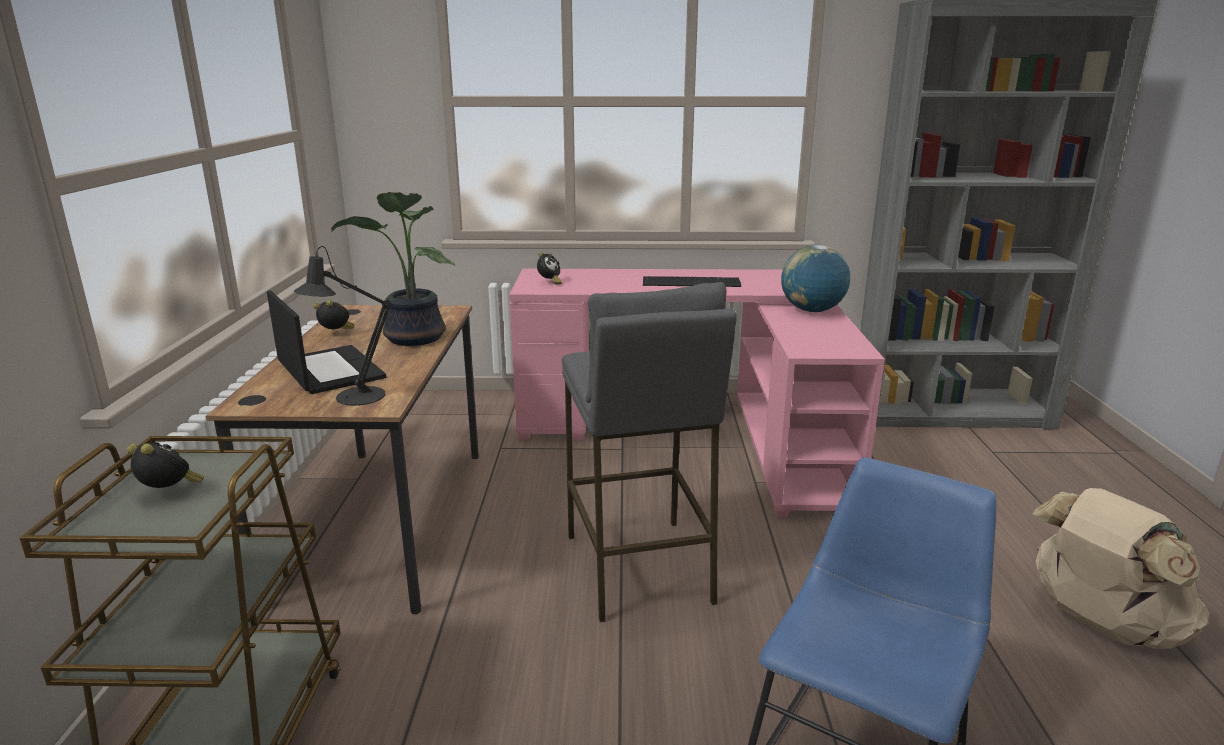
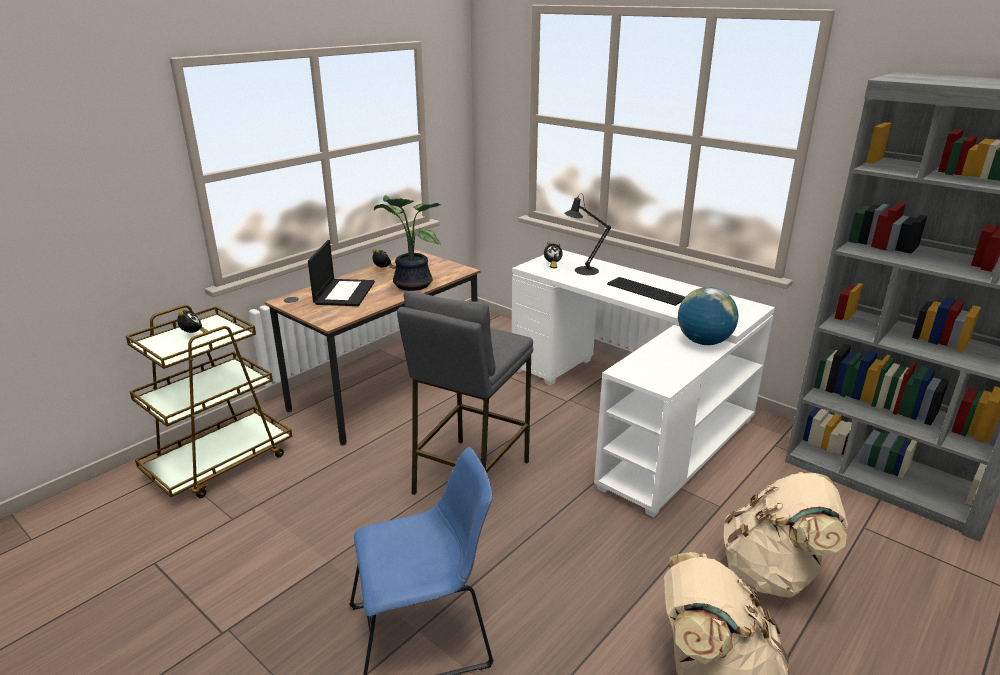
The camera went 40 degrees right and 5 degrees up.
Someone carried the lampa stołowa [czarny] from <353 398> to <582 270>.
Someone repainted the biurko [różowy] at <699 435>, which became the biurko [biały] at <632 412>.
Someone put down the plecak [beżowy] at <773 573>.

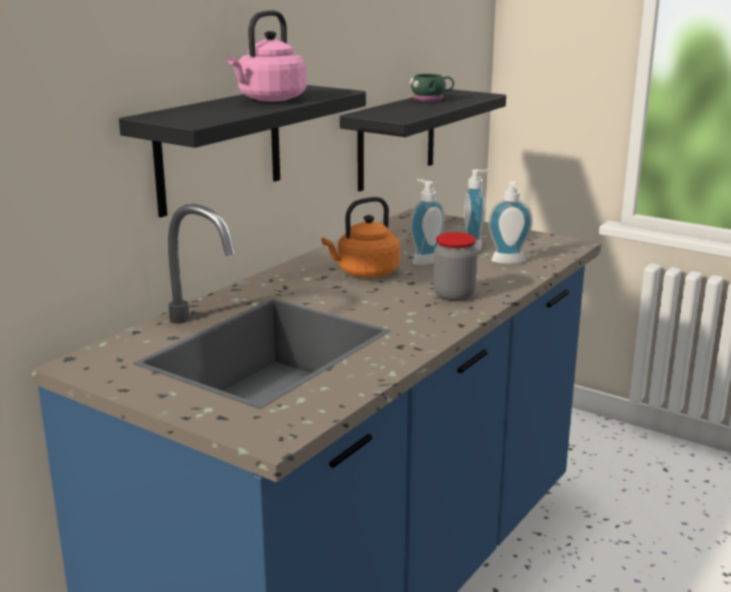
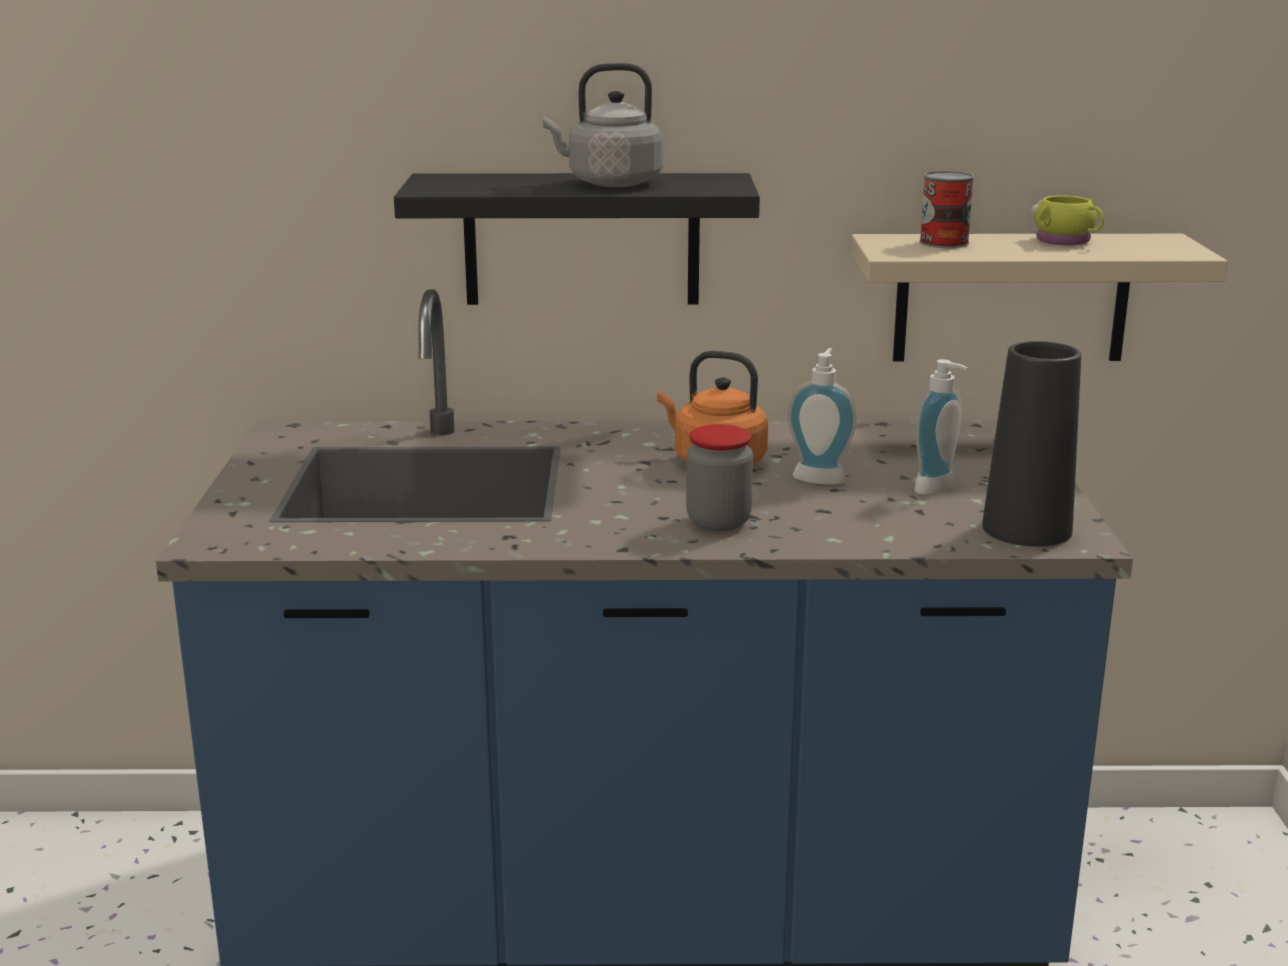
The camera went 55 degrees right and 0 degrees up.
Someone repainted the czajnik [różowy] at <269 99>, which became the czajnik [szary] at <609 183>.
Someone repainted the kubek [zielony] at <431 99>, which became the kubek [żółty] at <1067 241>.
Someone repainted the półka [czarny] at <396 139>, which became the półka [beżowy] at <1011 297>.
Someone took away the dozownik mydła at <508 262>.
Someone put down the puszka at <944 243>.
Someone put down the wazon [czarny] at <1026 529>.

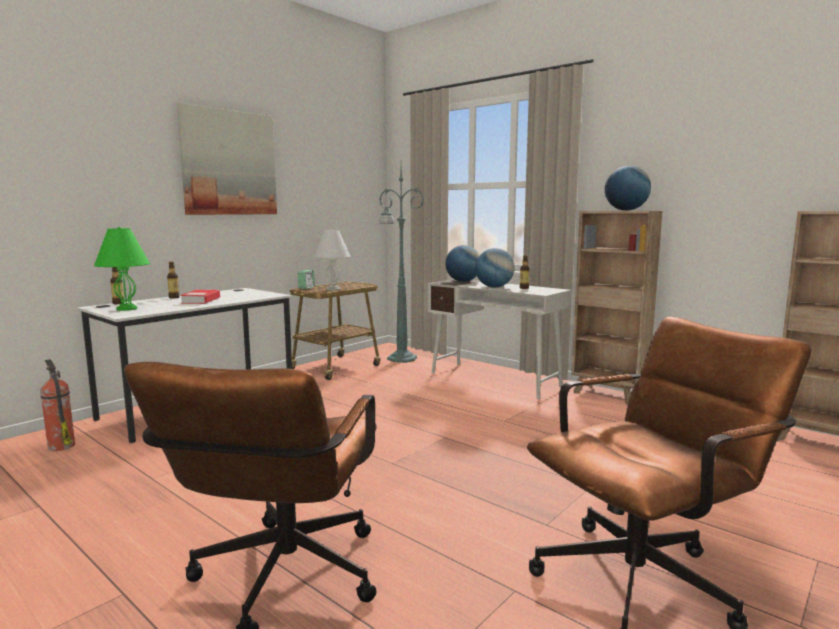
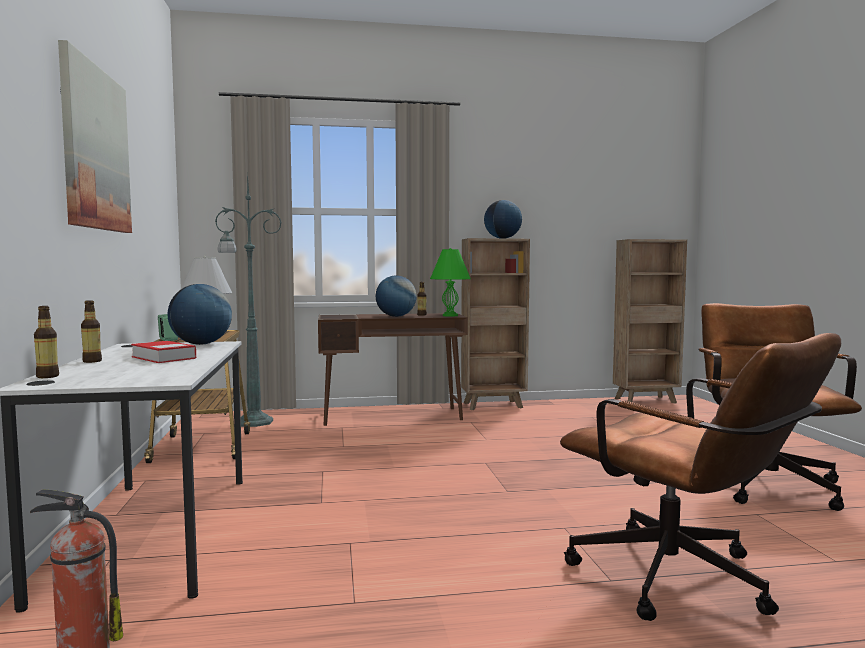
The camera went 50 degrees left and 5 degrees down.
Someone carried the lampa stołowa [zielony] from <126 309> to <450 315>.
Someone carried the globus from <463 281> to <201 344>.
Someone repainted the biurko [biały] at <495 379>, which became the biurko [brązowy] at <392 416>.

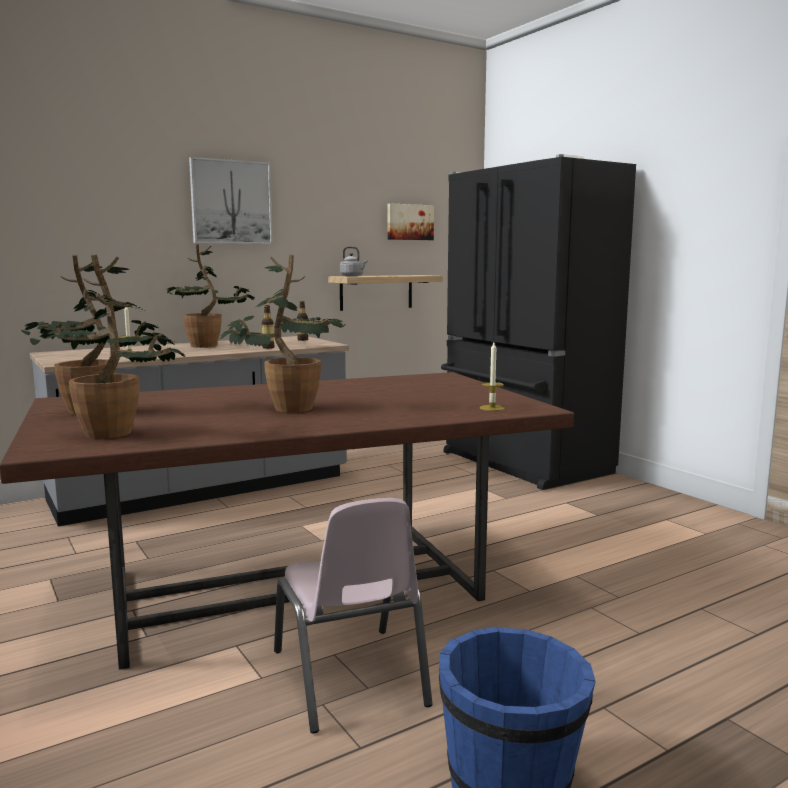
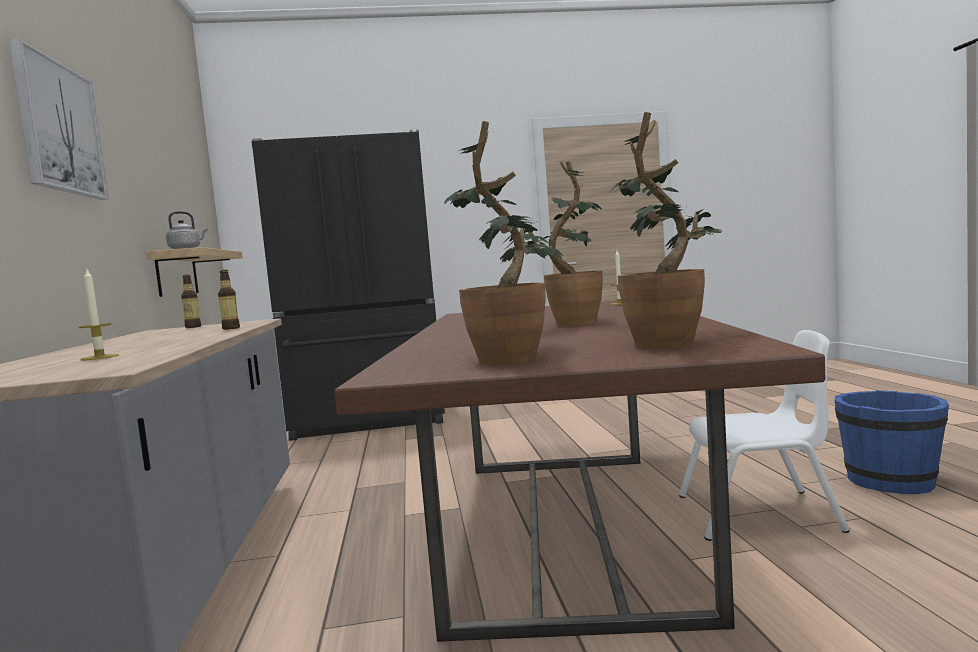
The camera went 65 degrees left and 5 degrees down.
Someone took away the obraz at <409 222>.
Someone took away the roślina doniczkowa at <210 346>.
Someone repainted the krzesło [różowy] at <349 678>, which became the krzesło [biały] at <758 514>.

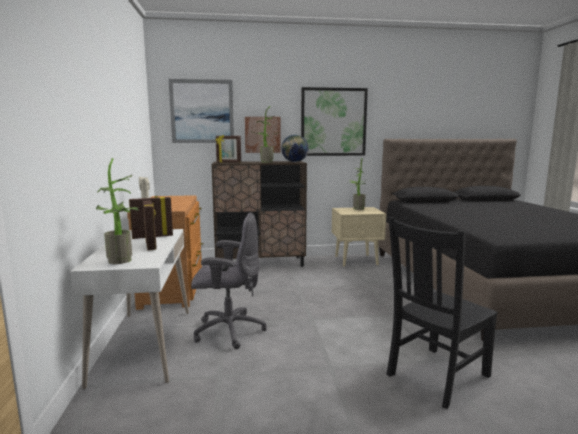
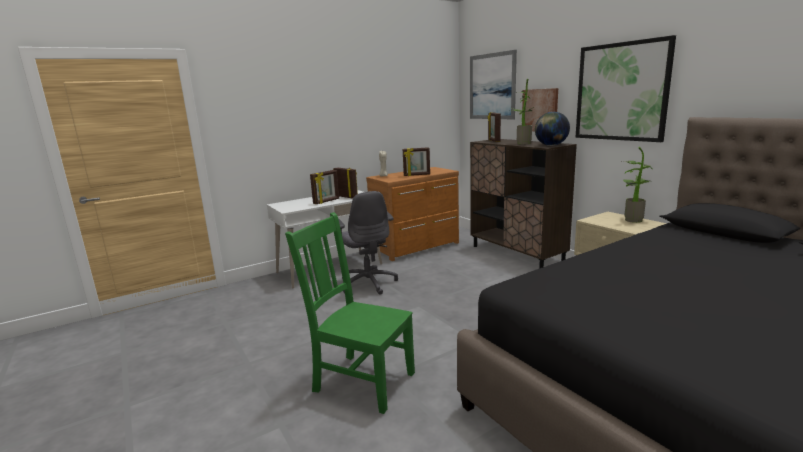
The camera went 65 degrees right and 5 degrees up.
Someone took away the roślina doniczkowa at <123 261>.
Someone repainted the krzesło [czarny] at <435 376>, which became the krzesło [zielony] at <361 380>.
Someone put down the ramka na zdjęcie at <417 175>.

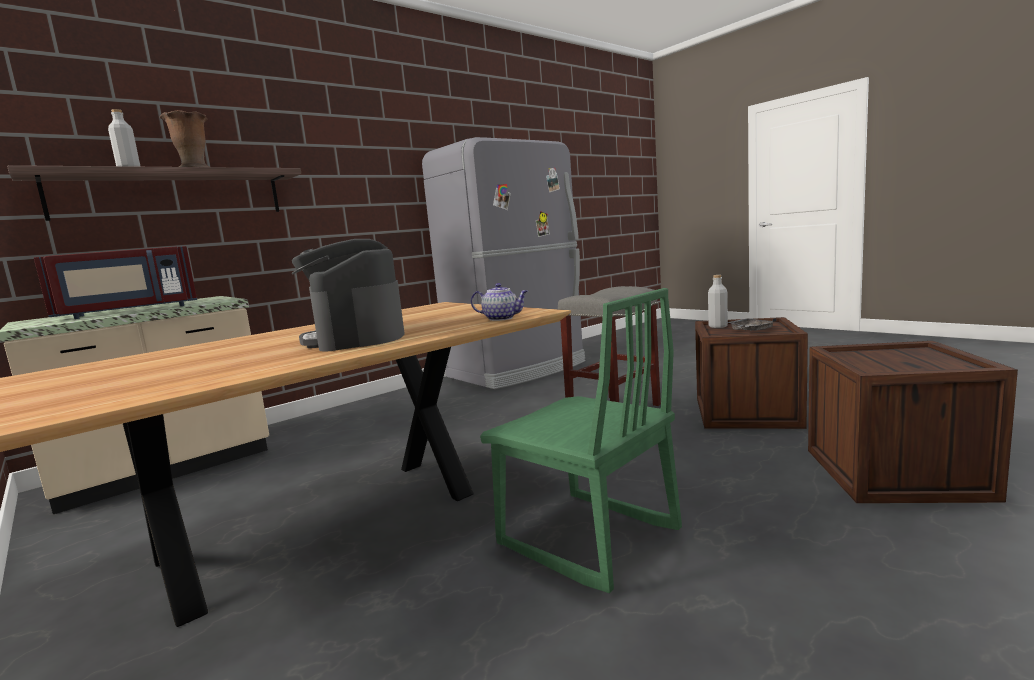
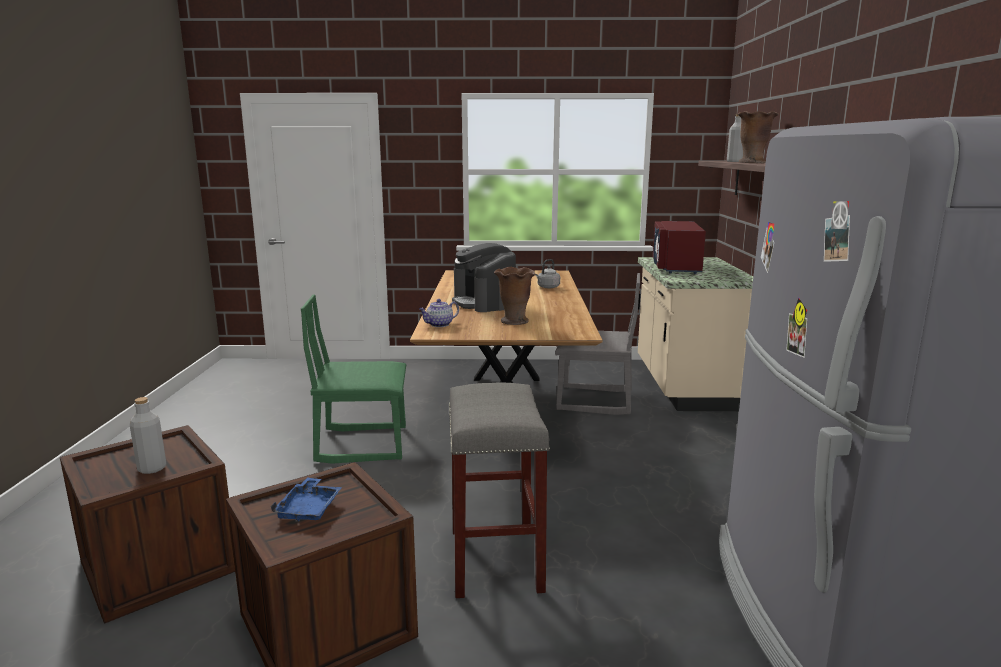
The camera went 130 degrees right and 5 degrees up.
Someone rotated the ekspres do kawy at <355 337> by 135 degrees counterclockwise.
Someone carried the butelka [szary] from <718 326> to <152 468>.
Someone repainted the taca [szary] at <750 330>, which became the taca [niebieski] at <309 509>.
Someone put down the czajnik [szary] at <547 287>.
Someone put down the wazon [brązowy] at <515 321>.
Someone put down the krzesło [szary] at <595 401>.

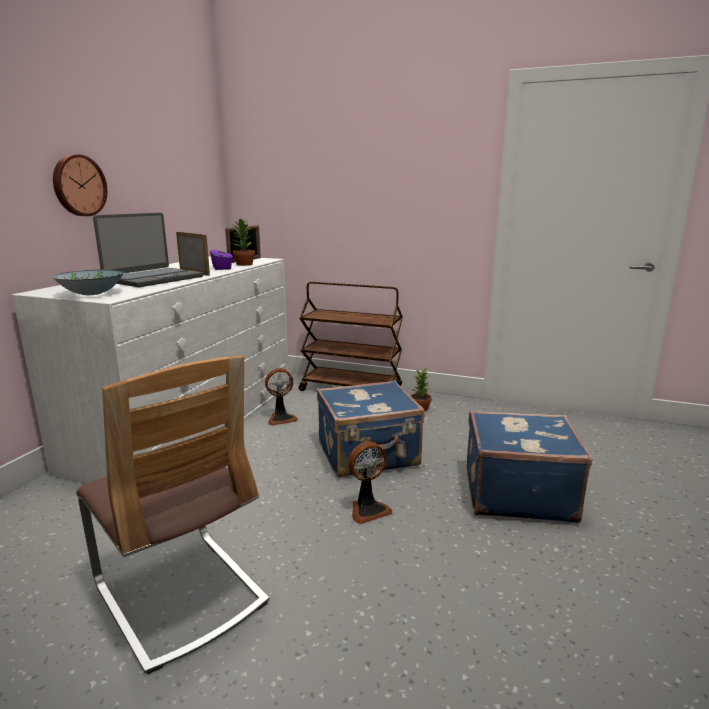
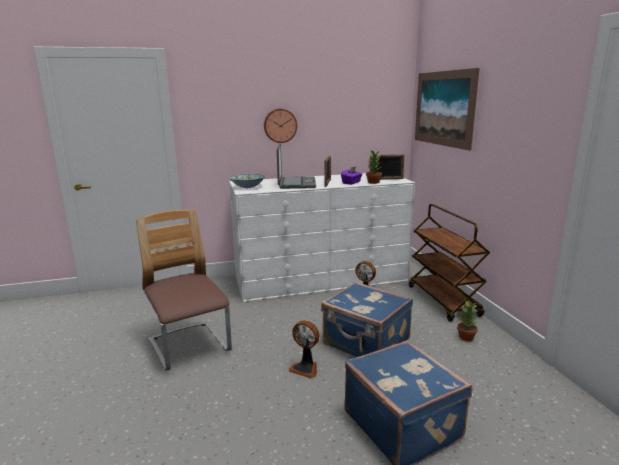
The camera went 55 degrees right and 0 degrees up.
Someone rotated the laptop at <153 279> by 90 degrees counterclockwise.
Someone rotated the krzesło at <180 594> by 135 degrees clockwise.
Someone put up the obraz at <443 108>.

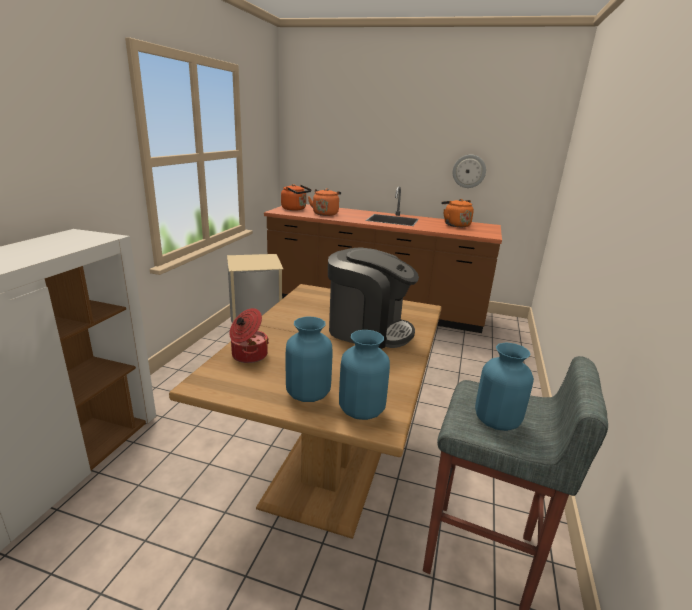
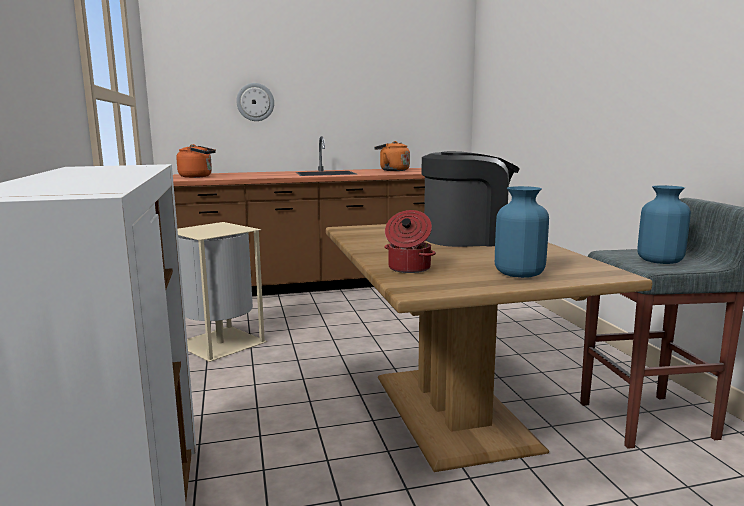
The camera went 30 degrees left and 10 degrees down.
Someone carried the zegar ścienny from <469 171> to <255 102>.
Someone took away the czajnik [pomarańczowy] at <325 214>.
Someone took away the wazon [niebieski] at <361 409>.

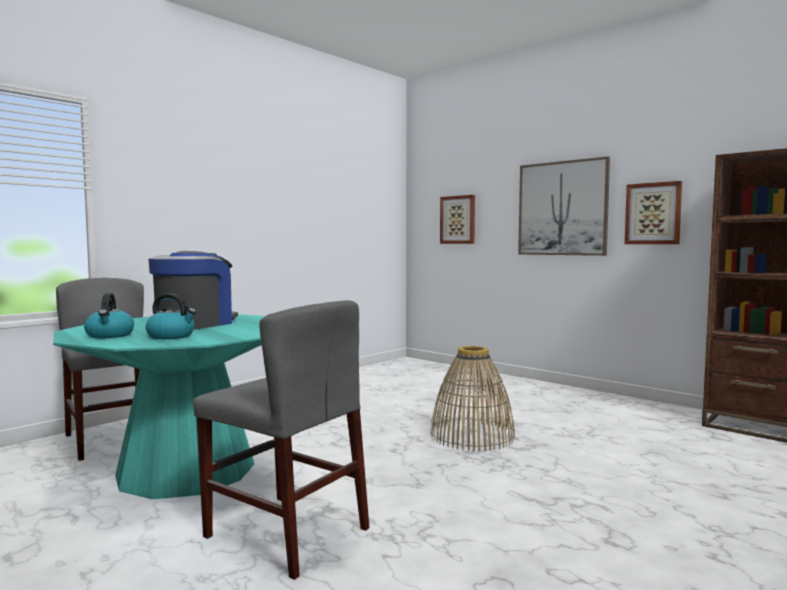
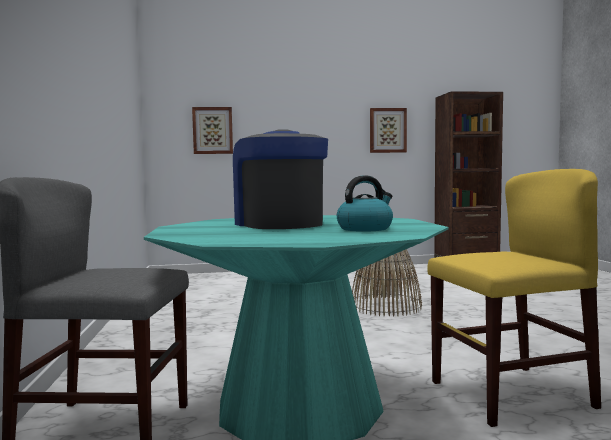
The camera went 50 degrees left and 0 degrees up.
Someone took away the obraz at <562 208>.
Someone took away the czajnik at <110 335>.
Someone repainted the krzesło [szary] at <286 532>, which became the krzesło [żółty] at <510 394>.

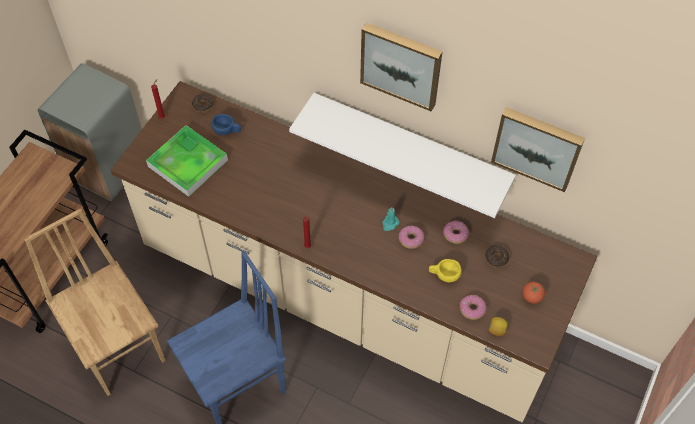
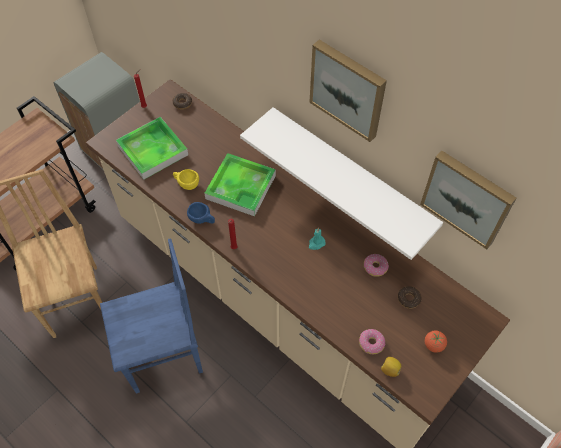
The camera went 15 degrees right and 0 degrees up.
Someone carried the filiżanka [niebieski] from <227 131> to <202 219>.
Someone took away the donut at <411 239>.
Someone carried the filiżanka [żółty] from <444 275> to <186 184>.
Someone put down the taca at <241 187>.

